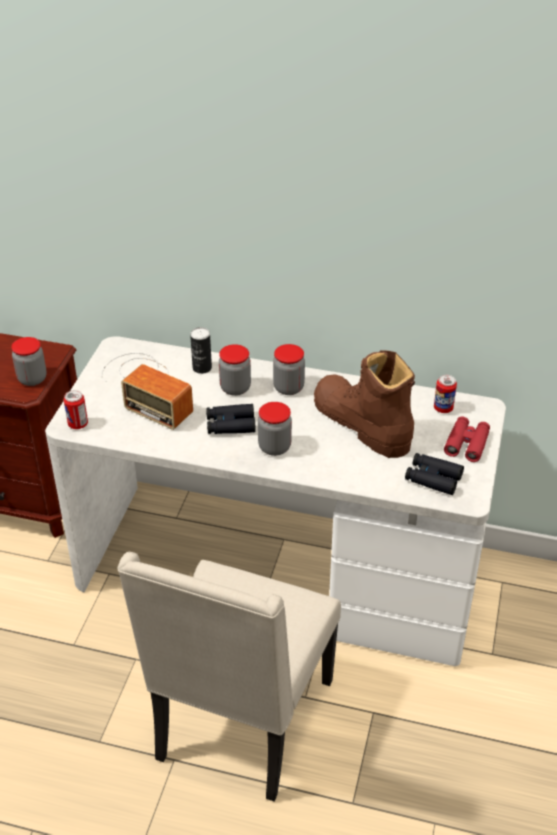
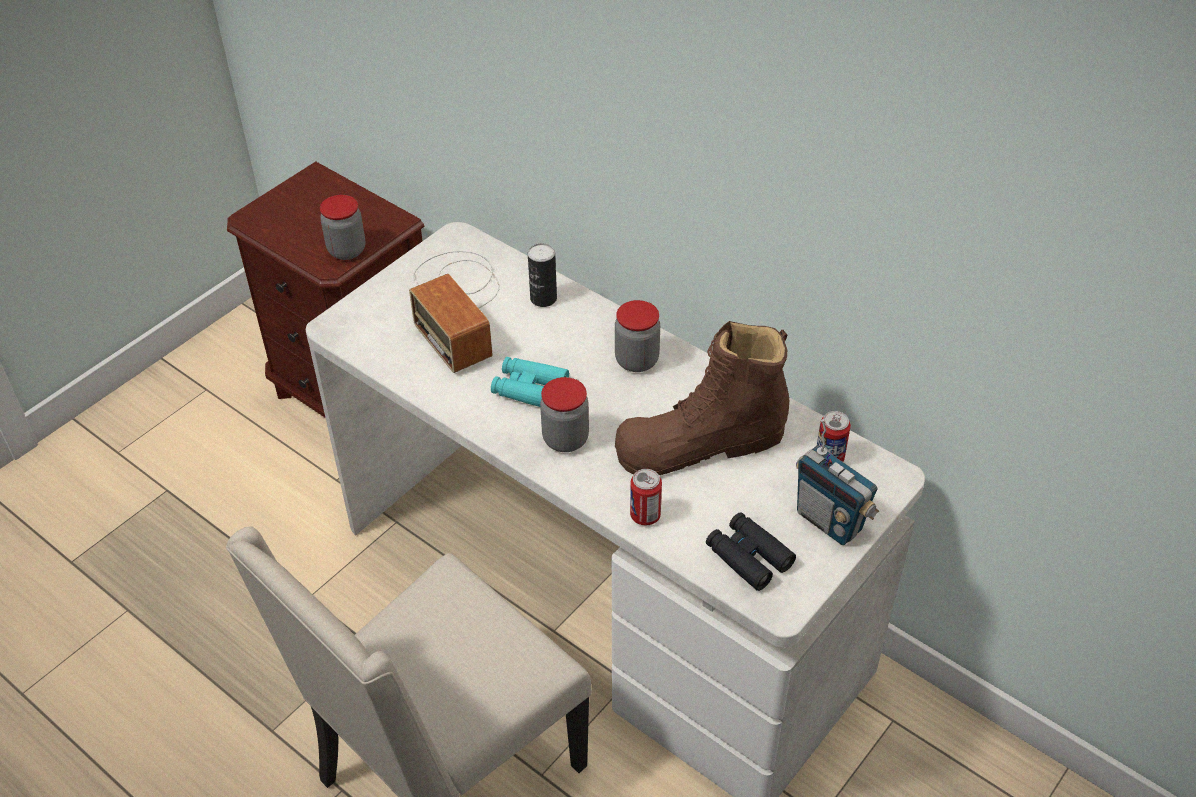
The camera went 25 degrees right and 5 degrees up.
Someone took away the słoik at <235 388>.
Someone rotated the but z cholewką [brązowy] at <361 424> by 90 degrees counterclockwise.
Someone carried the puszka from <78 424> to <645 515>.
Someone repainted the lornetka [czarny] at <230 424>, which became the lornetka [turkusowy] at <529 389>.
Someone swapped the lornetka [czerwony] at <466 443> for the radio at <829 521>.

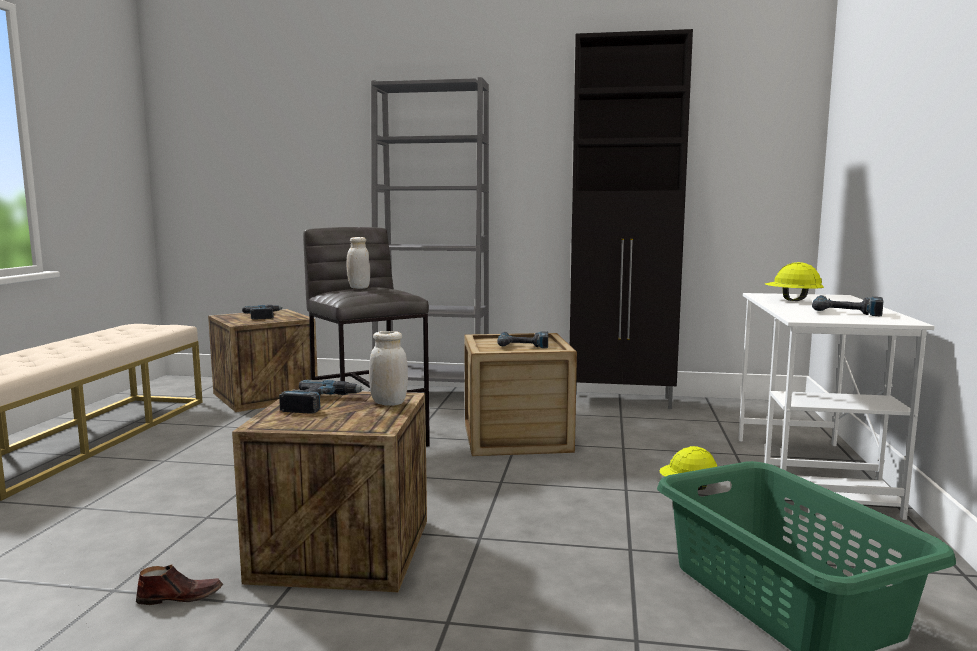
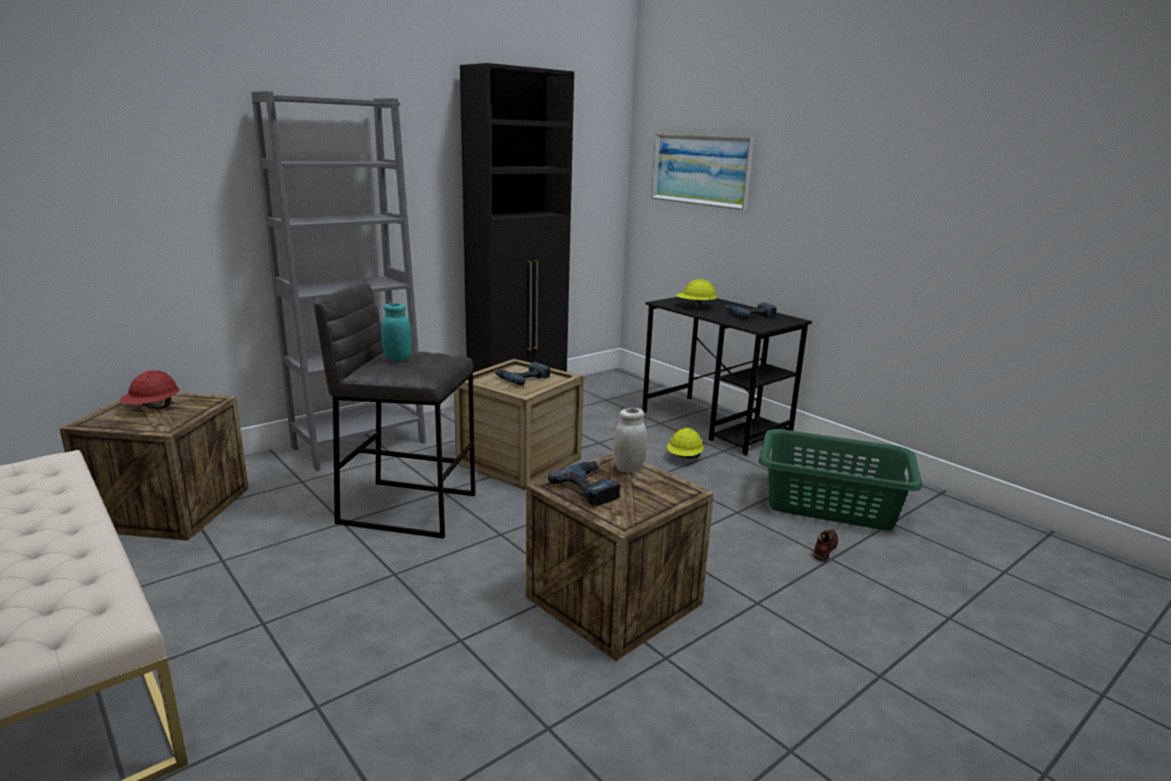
The camera went 50 degrees left and 10 degrees up.
Someone repainted the słoik [biały] at <359 288>, which became the słoik [turkusowy] at <397 358>.
Someone repainted the biurko [biały] at <811 474>, which became the biurko [czarny] at <715 424>.
Someone swapped the wiertarka at <264 316> for the kask [czerwony] at <153 408>.
Someone carried the but [brązowy] from <180 597> to <824 549>.
Someone put up the obraz at <700 170>.

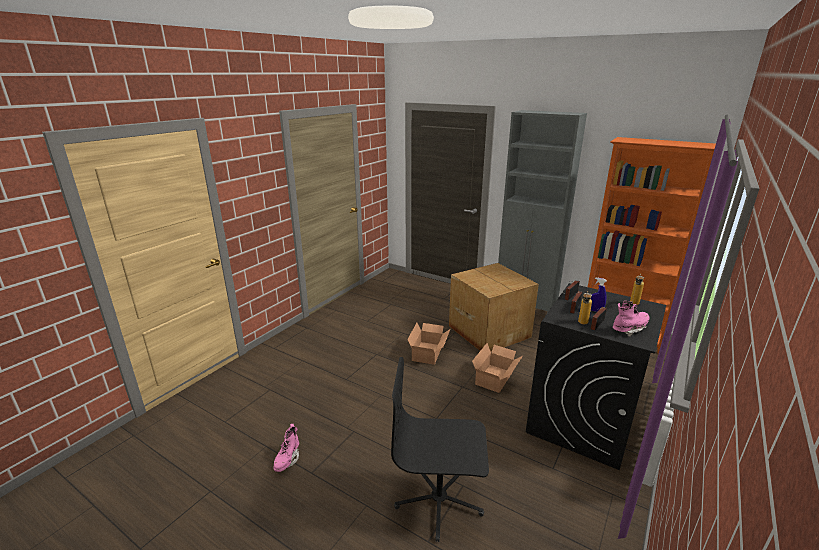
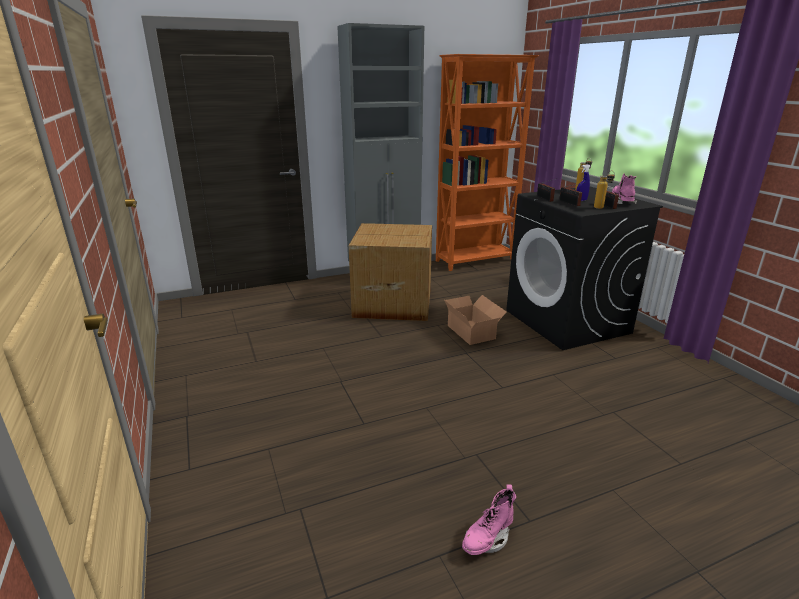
The camera went 55 degrees left and 0 degrees up.
Someone took away the karton at <429 352>.
Someone took away the krzesło biurowe [czarny] at <439 500>.
Someone rotated the but z cholewką [różowy] at <287 460> by 90 degrees clockwise.

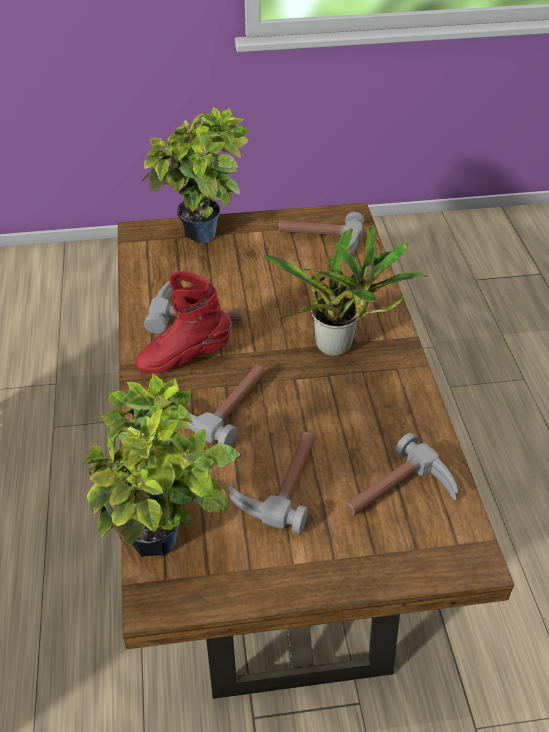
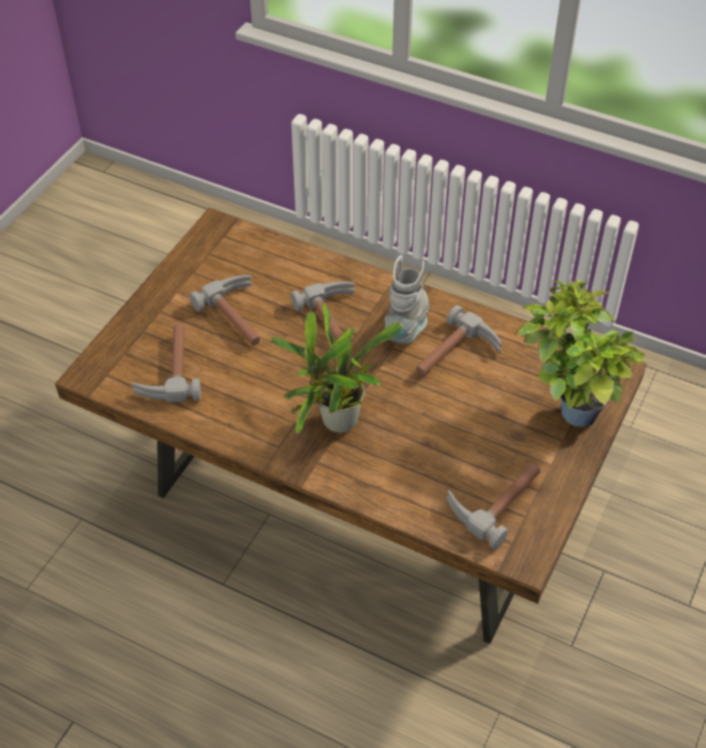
The camera went 125 degrees right and 5 degrees up.
Someone repainted the but z cholewką [czerwony] at <184 357>, which became the but z cholewką [szary] at <408 325>.
Someone took away the roślina doniczkowa at <166 546>.

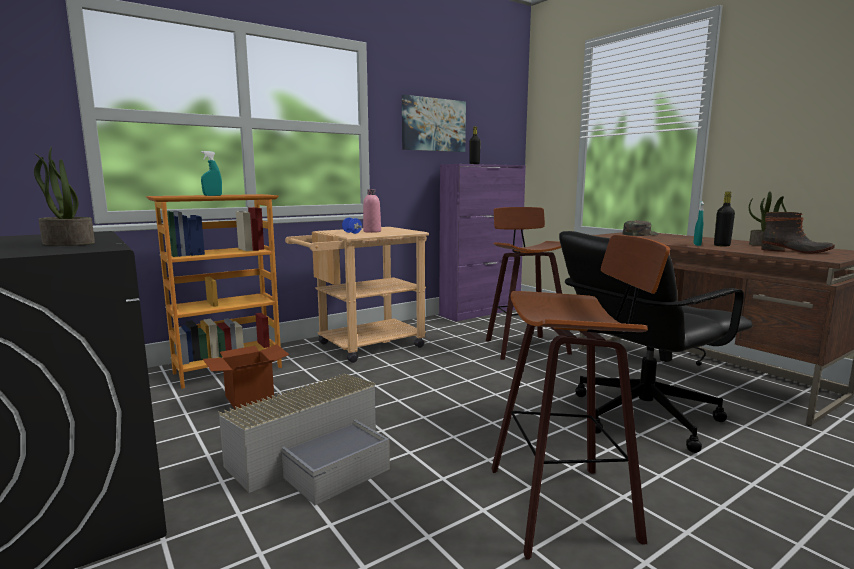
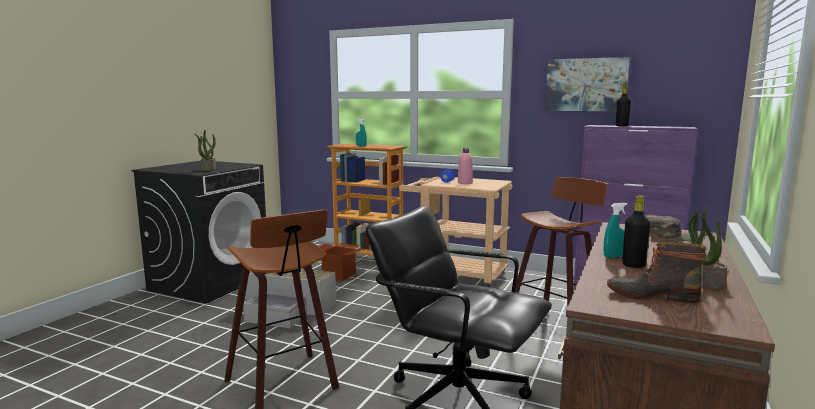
The camera went 60 degrees right and 0 degrees up.
Someone rotated the but z cholewką at <796 251> by 105 degrees clockwise.

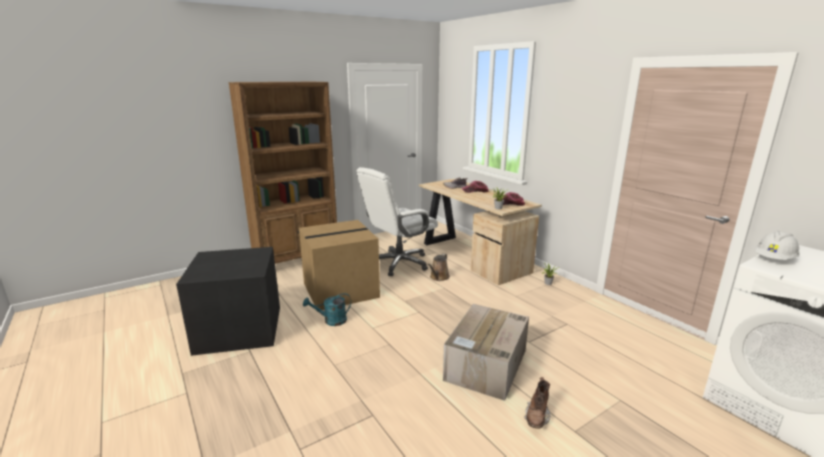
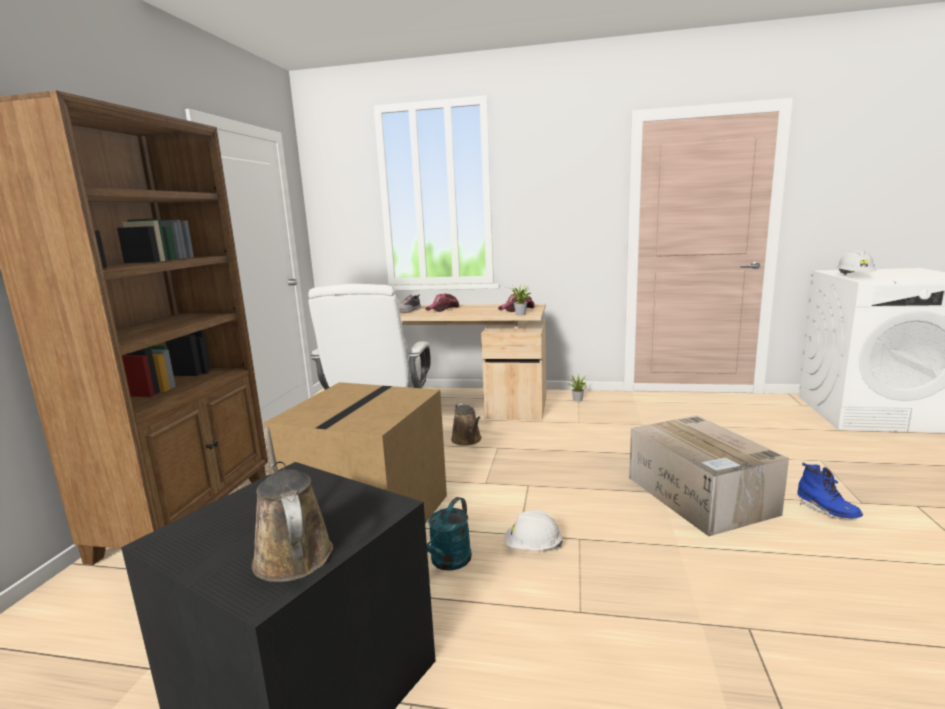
The camera went 45 degrees left and 5 degrees down.
Someone repainted the but z cholewką [brązowy] at <536 417>, which became the but z cholewką [niebieski] at <826 511>.
Someone put down the konewka [brązowy] at <291 551>.
Someone put down the kask [biały] at <532 547>.

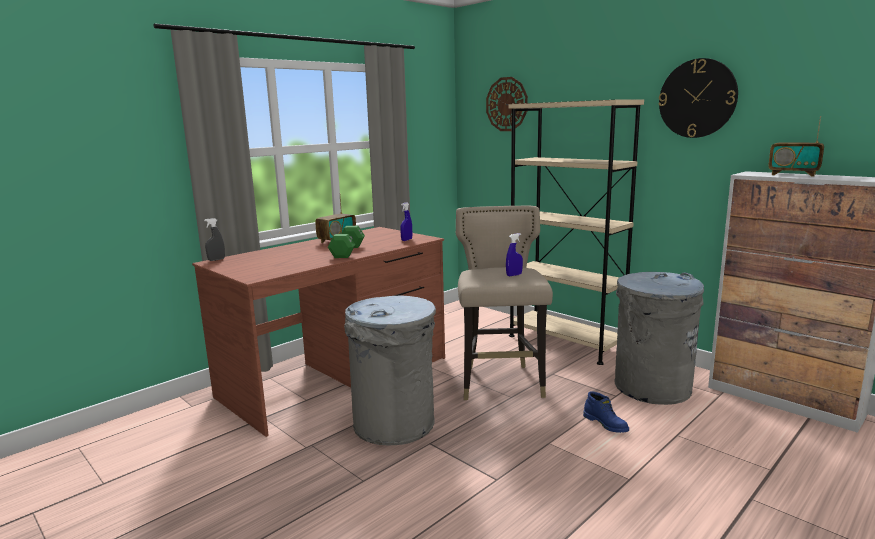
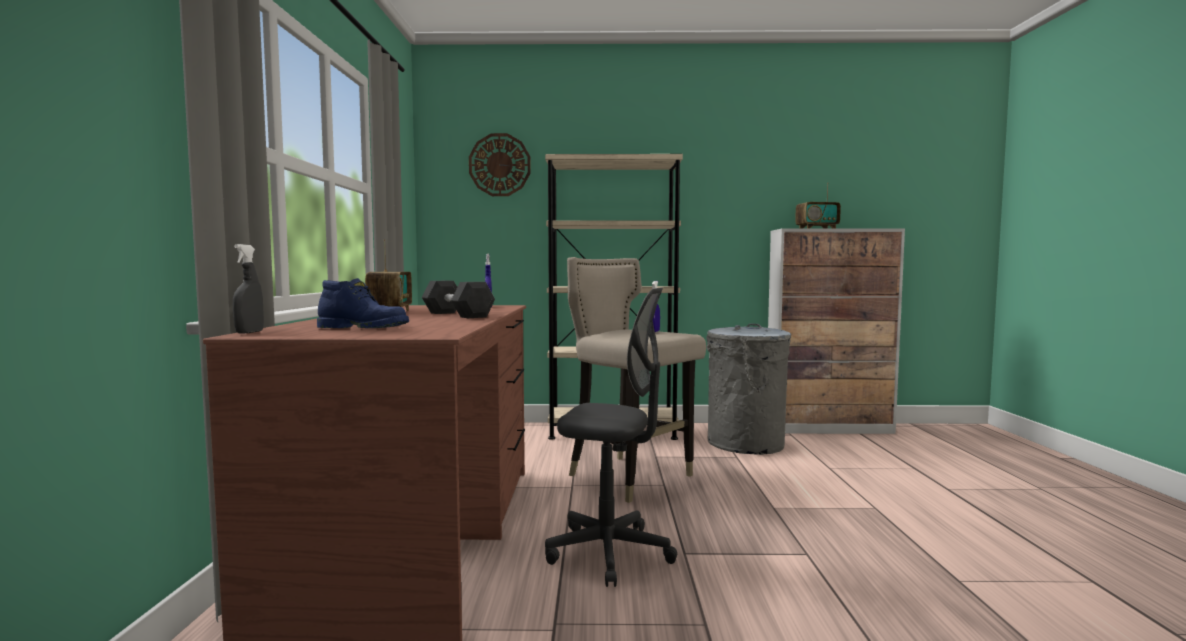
The camera went 45 degrees left and 10 degrees down.
Someone took away the zegar ścienny at <697 98>.
Someone repainted the hantel [zielony] at <347 251>, which became the hantel [czarny] at <457 315>.
Someone swapped the kosz na śmieci [szary] at <395 424> for the krzesło biurowe [szary] at <610 553>.
Someone carried the but z cholewką [niebieski] from <606 424> to <364 328>.

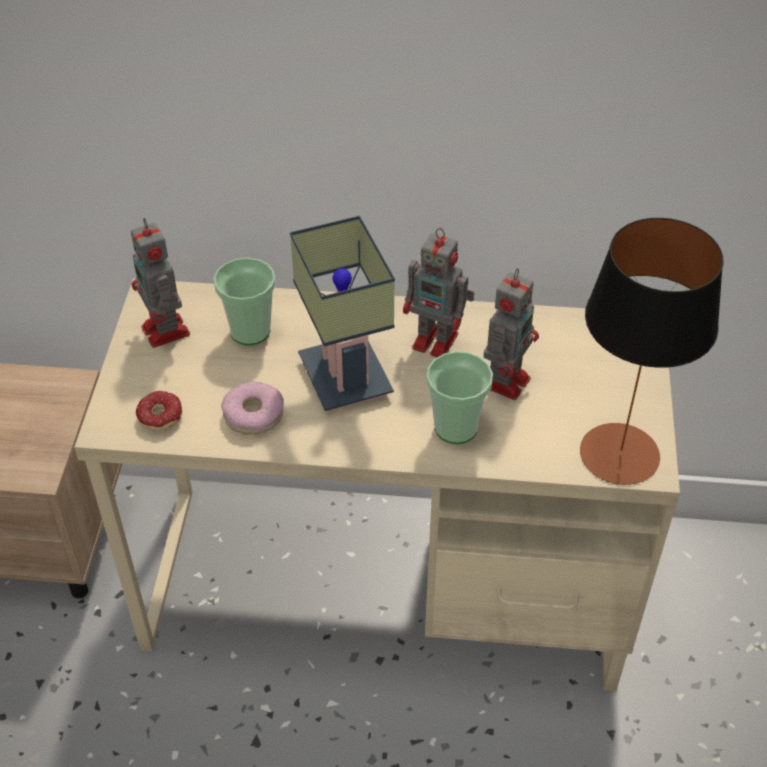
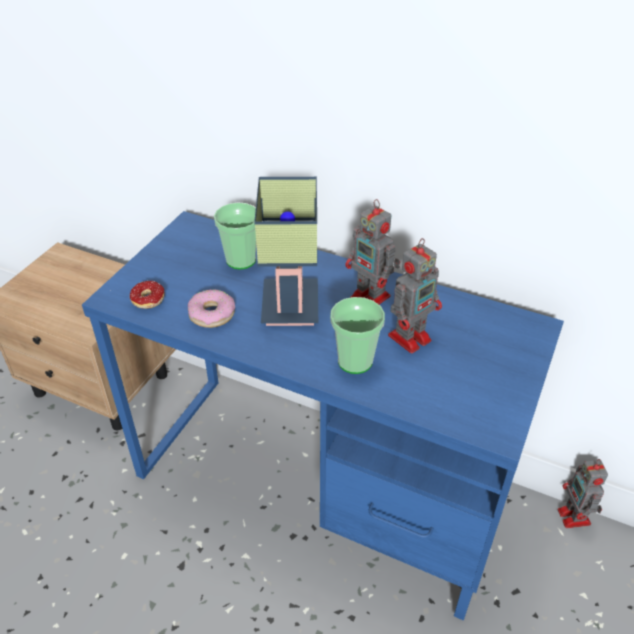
The camera went 20 degrees right and 5 degrees down.
Someone carried the robot zabawkowy from <166 332> to <574 518>.
Someone took away the lampa stołowa at <620 454>.
Someone repainted the biurko [beżowy] at <386 586>, which became the biurko [niebieski] at <320 484>.

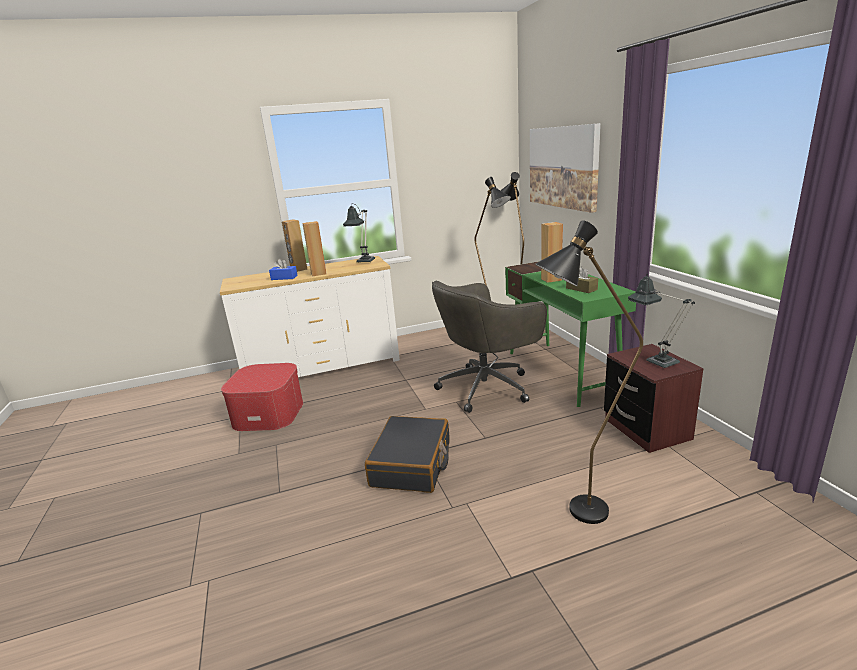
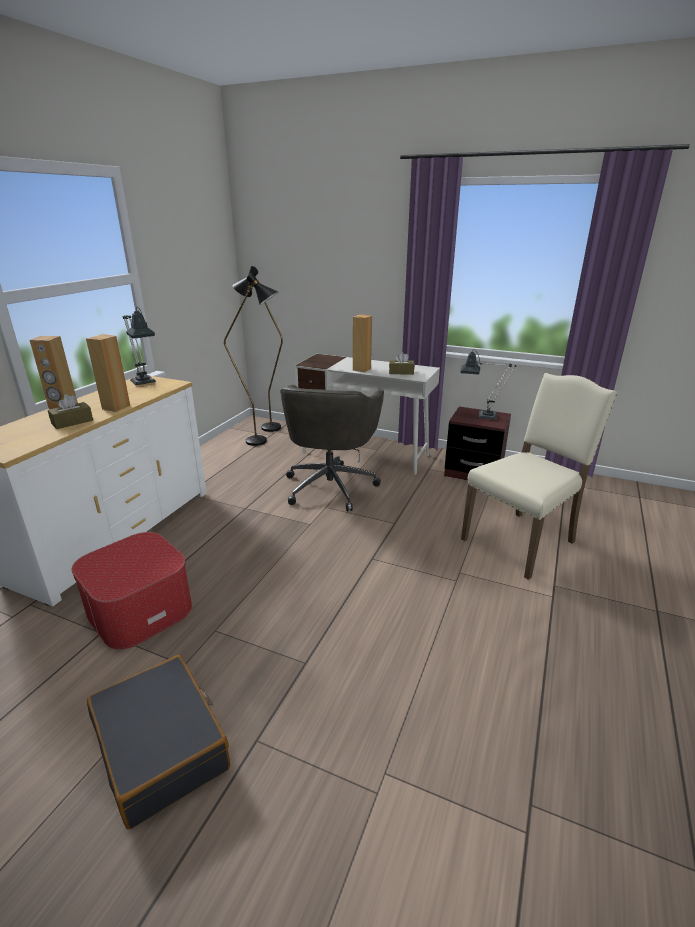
The camera went 50 degrees left and 5 degrees up.
Someone took away the obraz at <563 167>.
Someone swapped the lampa stojąca [czarny] at <576 514> for the krzesło [beżowy] at <522 541>.
Someone repainted the pudełko chusteczek [niebieski] at <284 278>, which became the pudełko chusteczek [brązowy] at <72 422>.
Someone repainted the biurko [zielony] at <561 372>, which became the biurko [biały] at <365 454>.
Someone carried the walizka [czarny] from <412 464> to <162 746>.

